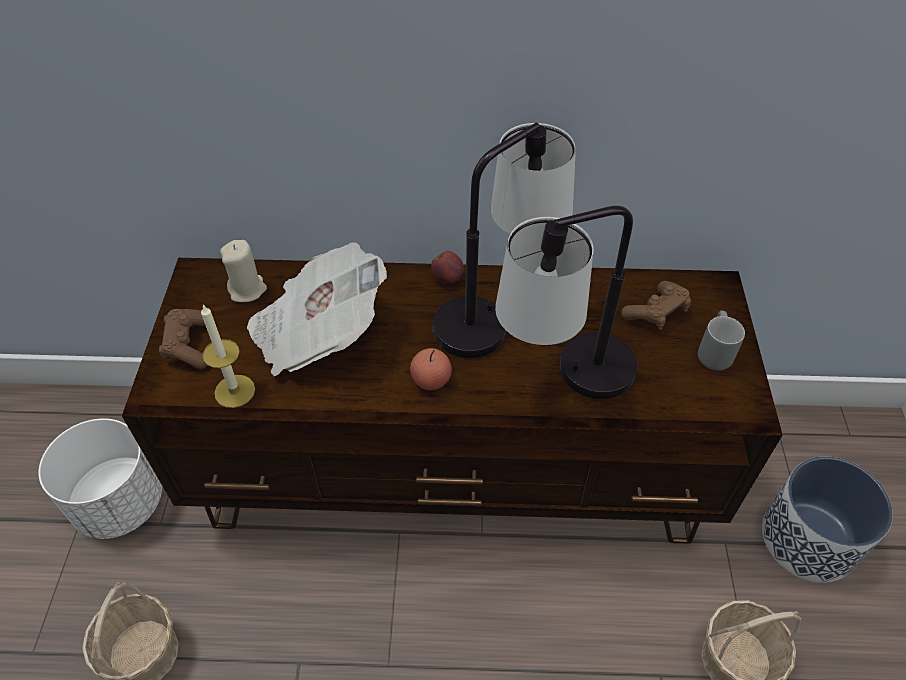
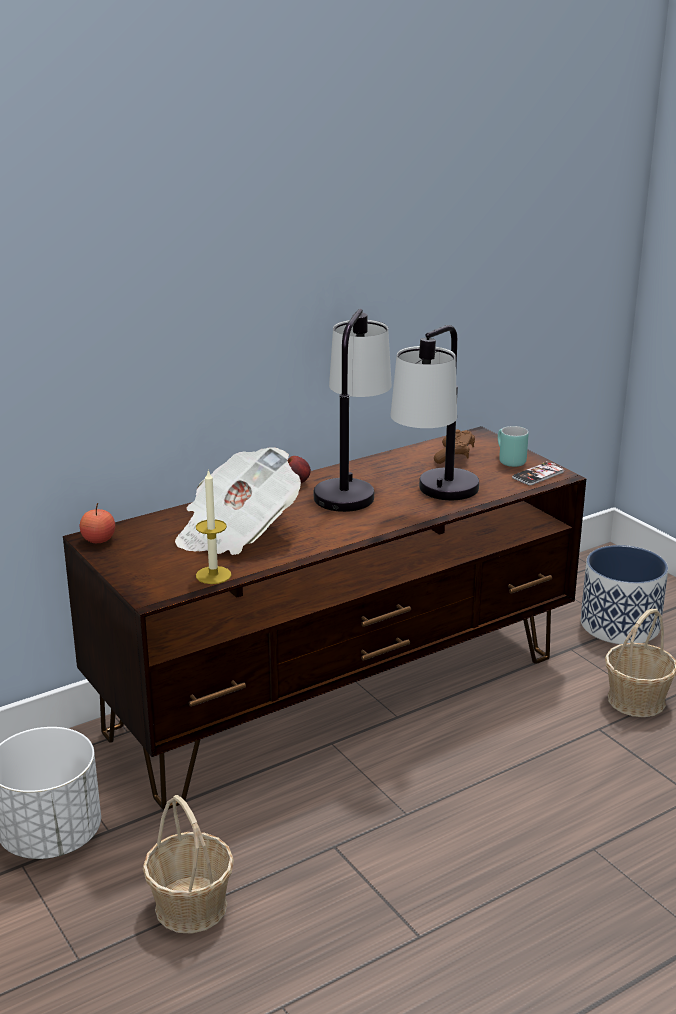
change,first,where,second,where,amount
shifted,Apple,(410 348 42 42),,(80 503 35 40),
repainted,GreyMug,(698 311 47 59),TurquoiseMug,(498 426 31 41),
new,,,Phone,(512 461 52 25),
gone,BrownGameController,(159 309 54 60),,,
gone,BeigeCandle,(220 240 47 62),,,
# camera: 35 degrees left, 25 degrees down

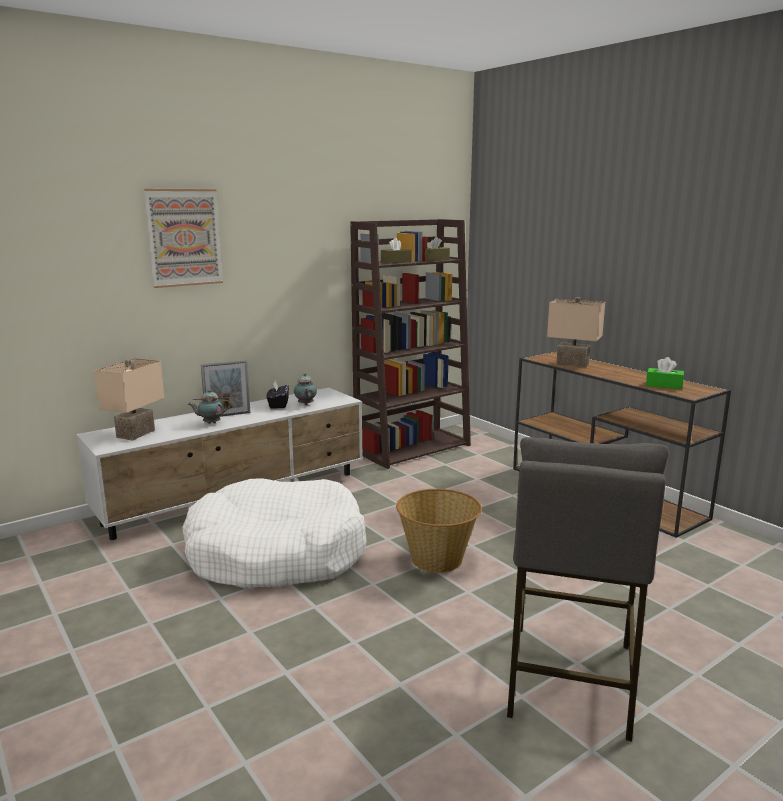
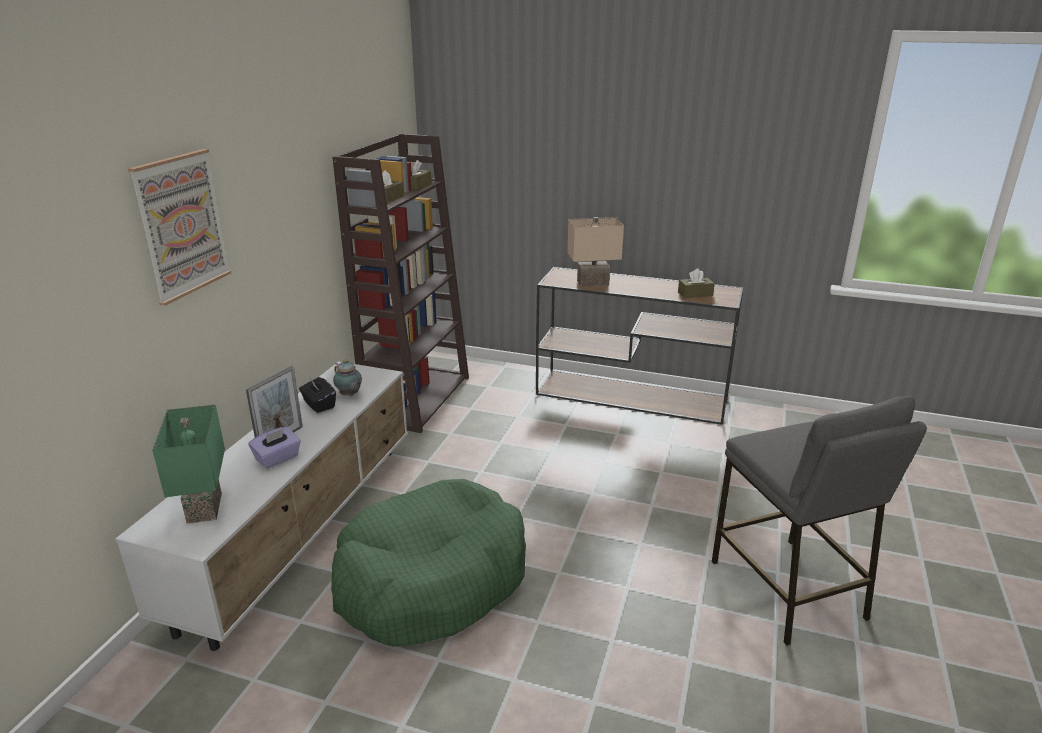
change,first,where,second,where,amount
repainted,BeigeTableLamp,(94 358 70 82),GreenTableLamp,(152 405 73 119),
swapped,Teapot,(188 389 43 35),PurpleTissueBox,(248 427 53 41),
repainted,WhiteDogBed,(182 478 185 111),GreenDogBed,(331 479 195 168),
repainted,GreenTissueBox,(646 357 38 32),BrownTissueBox,(678 268 37 30),
gone,Basket,(396 489 86 84),,,
# camera: 35 degrees left, 10 degrees up

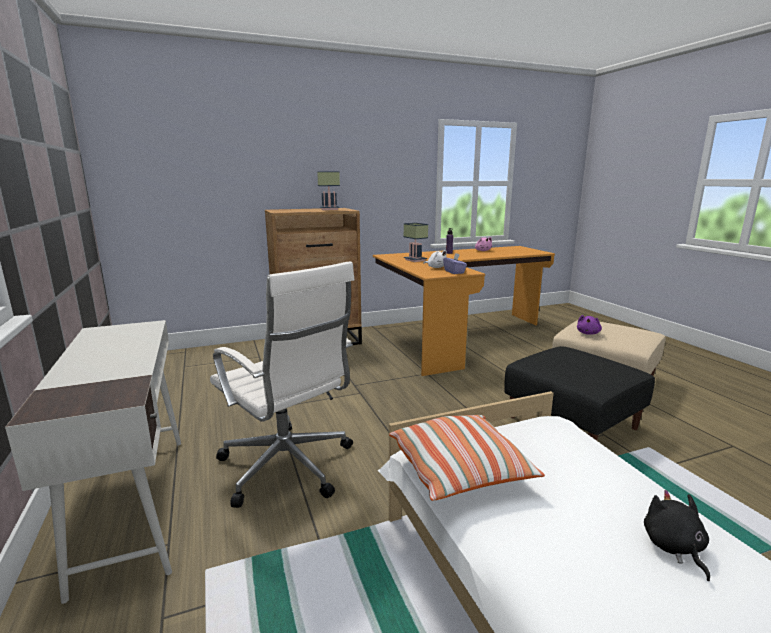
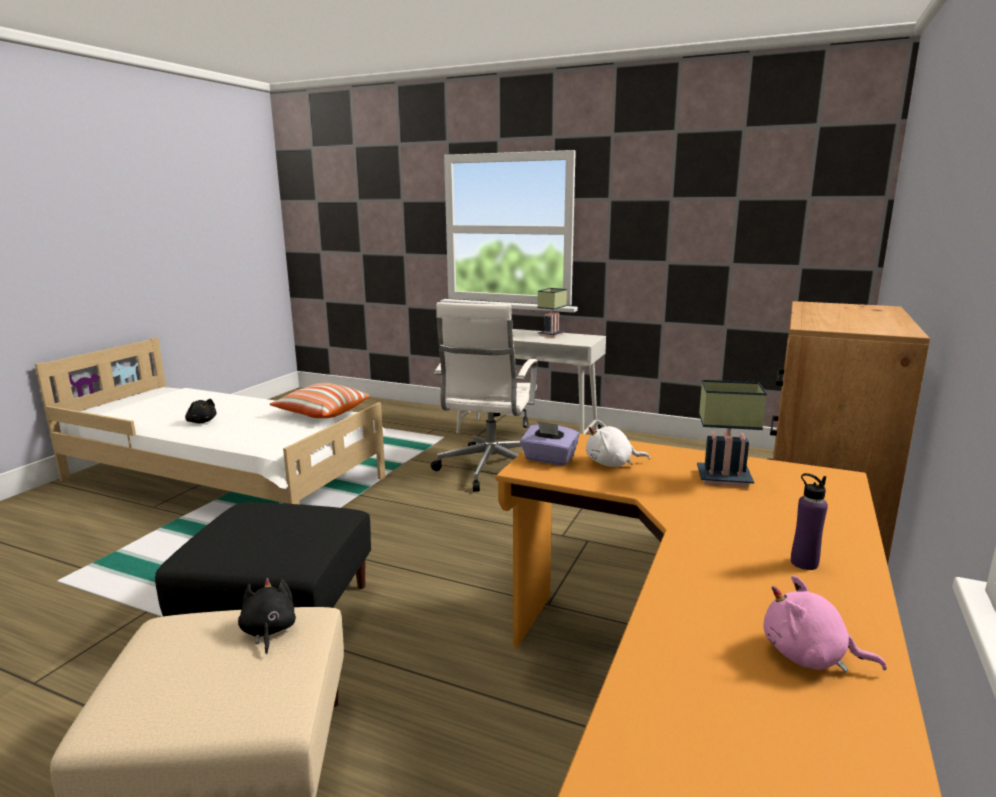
change,first,where,second,where,amount
repainted,PurplePlushToy,(577 315 25 20),BlackPlushToy,(238 578 58 76),
rotated,WhiteOfficeChair,(210 261 145 247),,(431 302 107 190),75 degrees counterclockwise
shifted,TableLamp,(317 171 23 39),,(538 288 29 50),
# camera: 135 degrees right, 0 degrees up

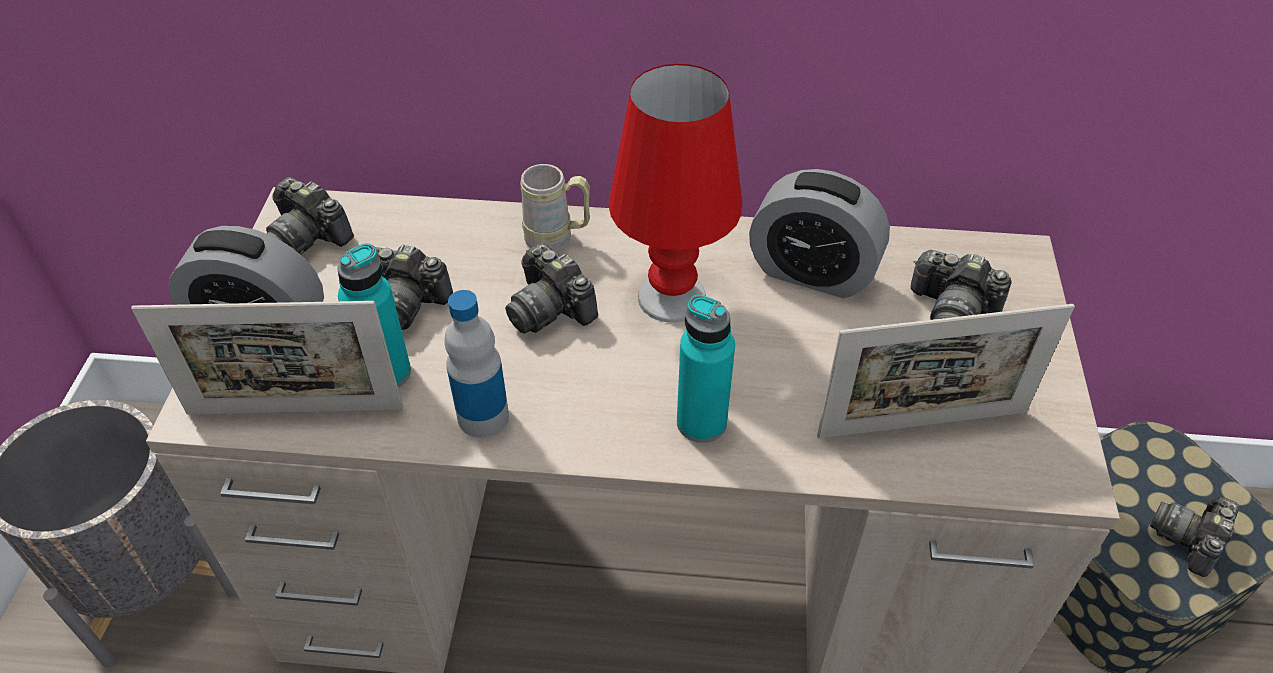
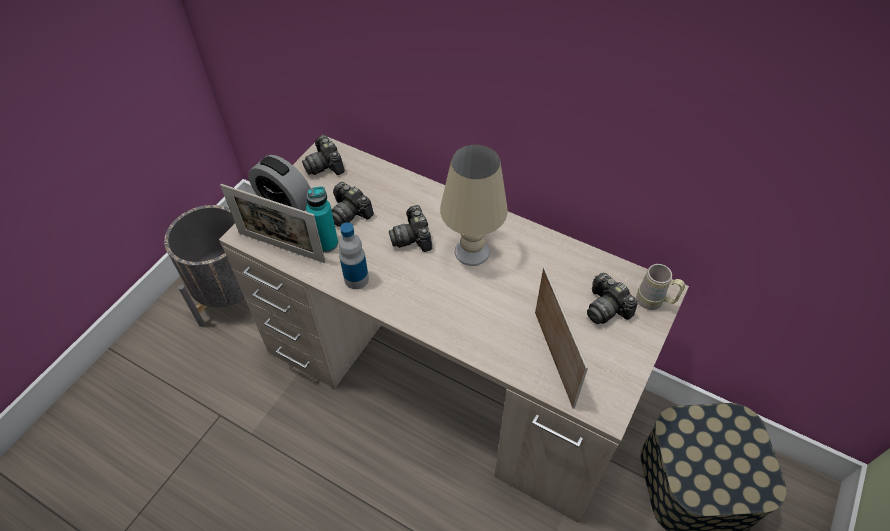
change,first,where,second,where,amount
repainted,RedTableLamp,(608 64 134 259),BeigeTableLamp,(440 145 68 121),
rotated,PictureFrame,(817 304 258 134),,(535 267 53 142),120 degrees counterclockwise
shifted,BeigeMug,(521 164 69 87),,(636 264 49 46),
gone,TurquoiseBottle,(677 295 58 148),,,
gone,AlarmClock,(749 169 141 129),,,
gone,PhotoCamera,(1150 497 89 80),,,
# camera: 25 degrees right, 5 degrees up

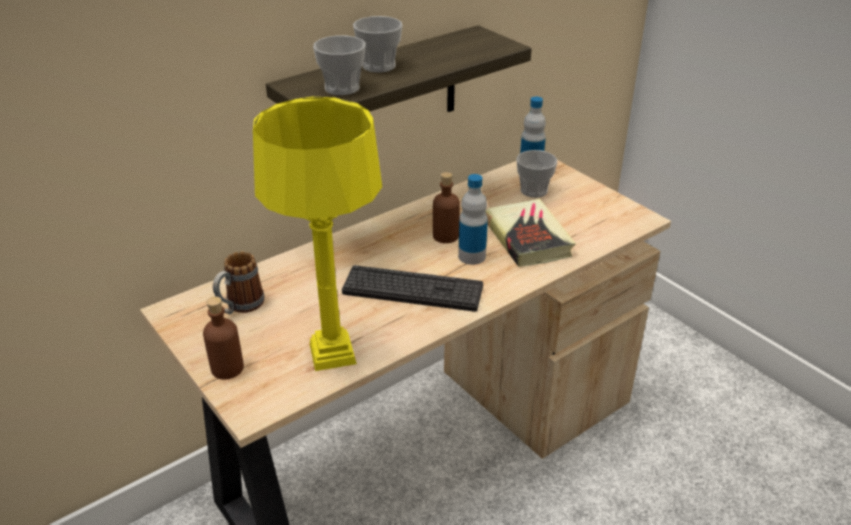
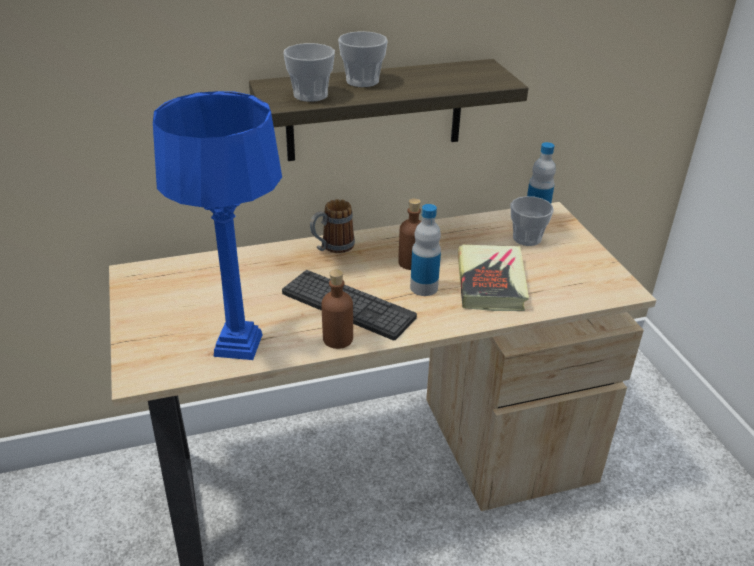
change,first,where,second,where,amount
repainted,YellowTableLamp,(253 97 129 274),BlueTableLamp,(153 91 129 269),
shifted,Mug,(213 251 52 64),,(310 199 45 54),
shifted,BrownBottle,(203 296 41 83),,(322 269 31 80),
# camera: 20 degrees right, 0 degrees up

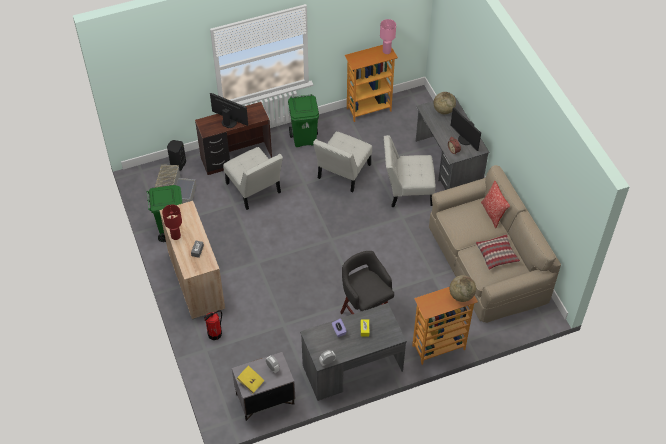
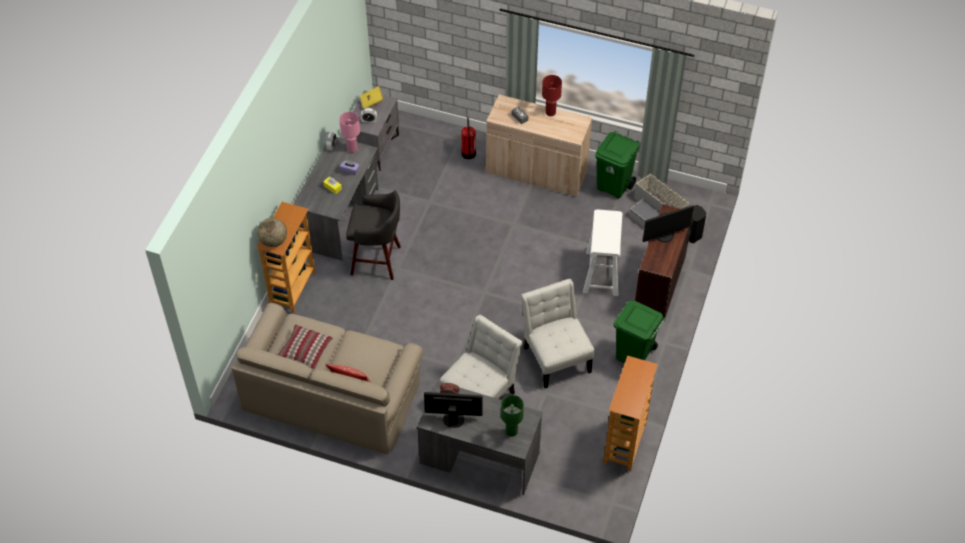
change,first,where,second,where,amount
shifted,PinkTableLamp,(380 19 16 35),,(339 112 21 41),
swapped,Globe,(434 92 22 22),GreenTableLamp,(501 395 23 42),
swapped,WhiteChair,(223 147 60 63),WhiteStool,(583 209 39 87),
# camera: 130 degrees right, 0 degrees up

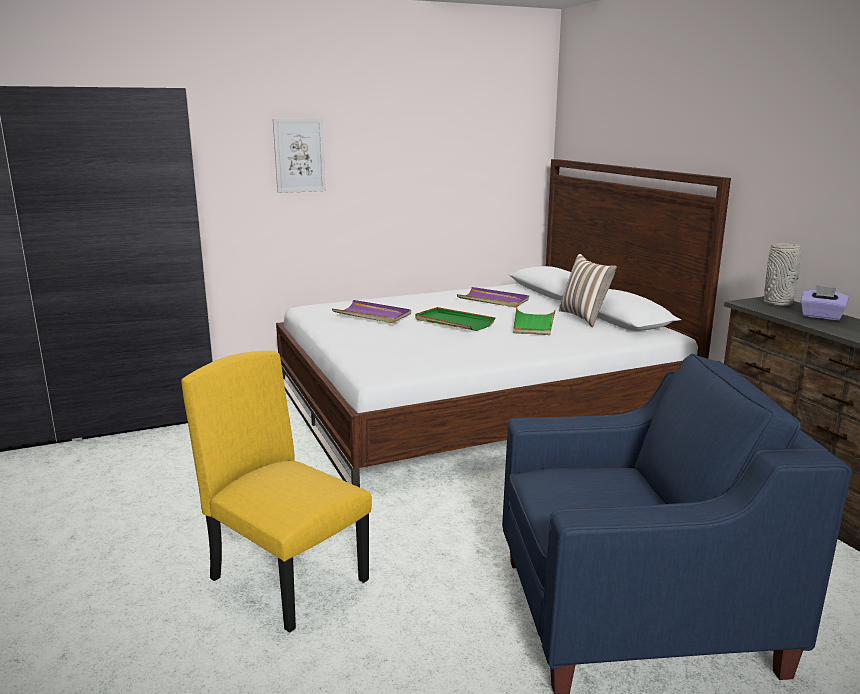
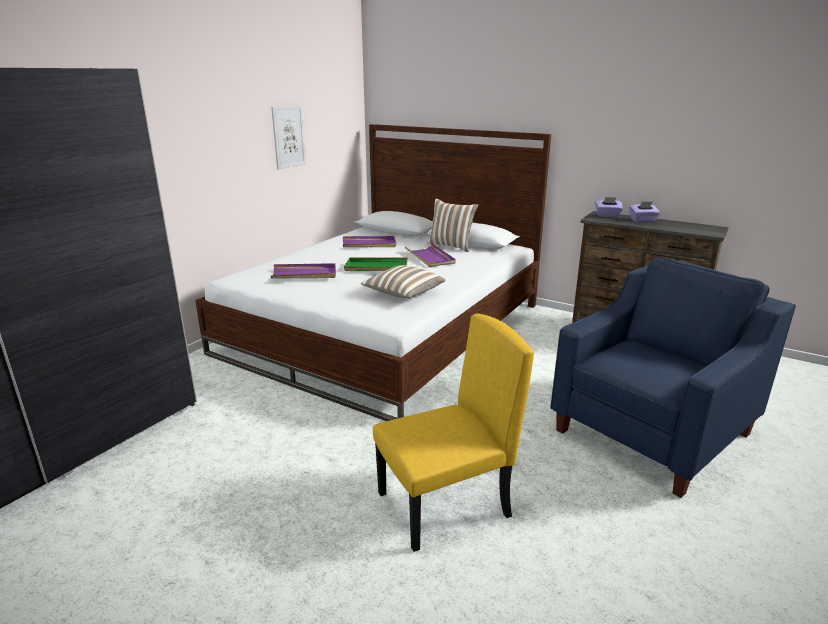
change,first,where,second,where,amount
shifted,Picture,(273 118 53 75),,(271 105 35 64),
new,,,Pillow,(361 265 85 33),
rotated,YellowChair,(181 351 191 282),,(373 314 161 238),150 degrees clockwise
repainted,GreenTray,(513 307 43 28),PurpleTray,(405 243 51 24),
swapped,GreyVase,(764 243 37 63),PurpleTissueBox,(596 197 27 20),
# camera: 35 degrees left, 5 degrees up

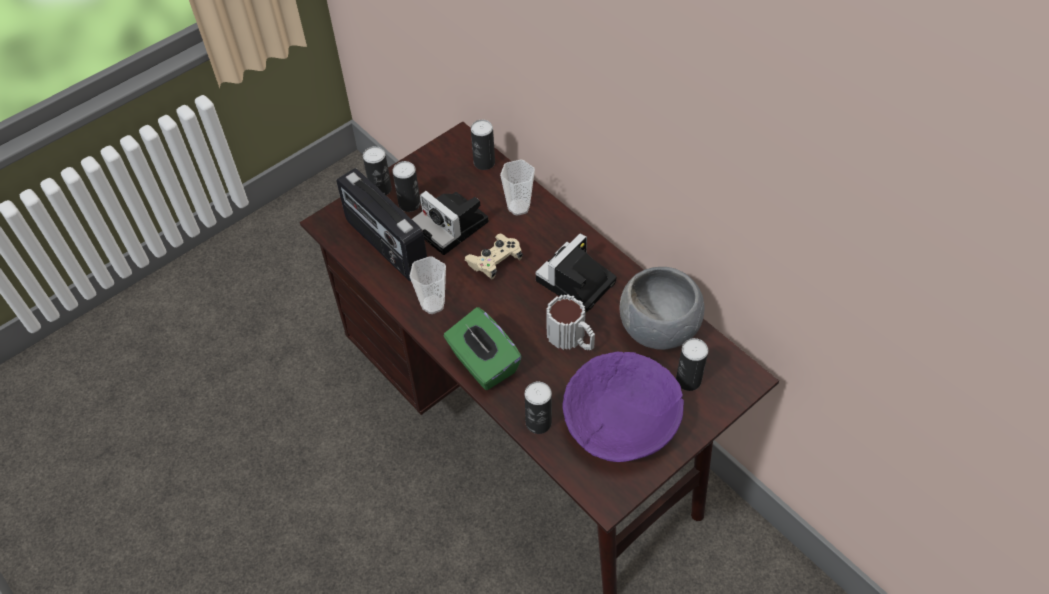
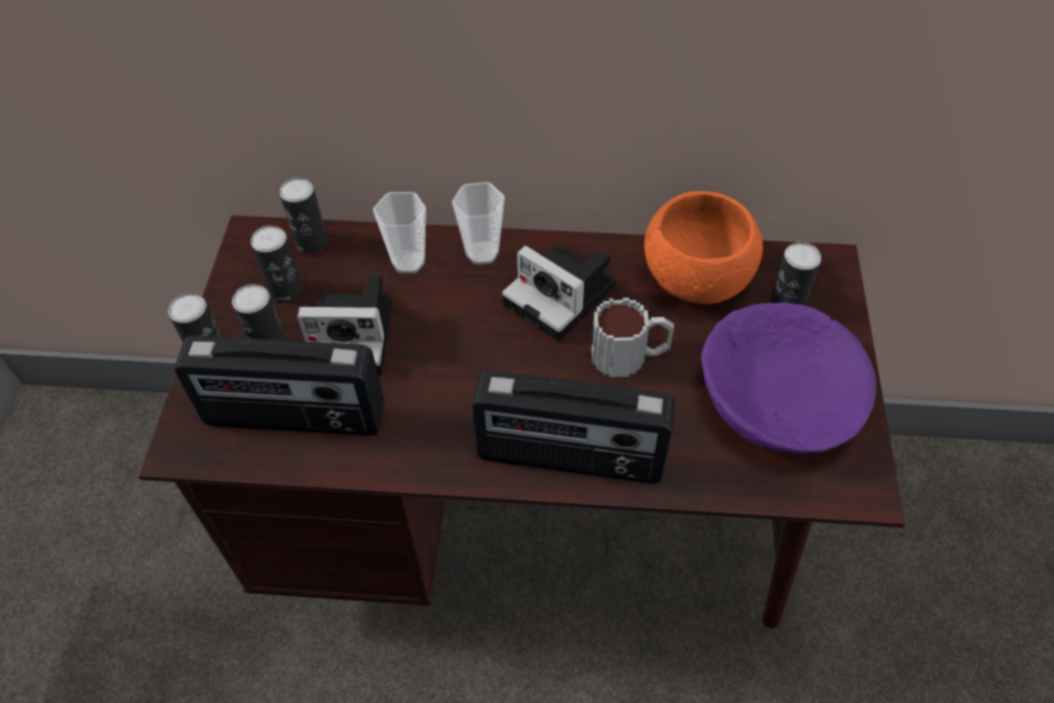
change,first,where,second,where,amount
shifted,Can,(524 381 28 53),,(251 225 51 77),
shifted,Cup,(409 256 37 58),,(452 182 53 83),
swapped,GreenTissueBox,(444 307 78 83),Radio,(472 370 203 114),
rotated,PhotoCamera,(535 233 82 80),,(502 246 114 96),45 degrees counterclockwise
repainted,GreyBowl,(619 267 86 83),OrangeBowl,(644 191 119 113),
gone,BeigeGameController,(464 234 59 46),,,
# camera: 45 degrees left, 0 degrees up

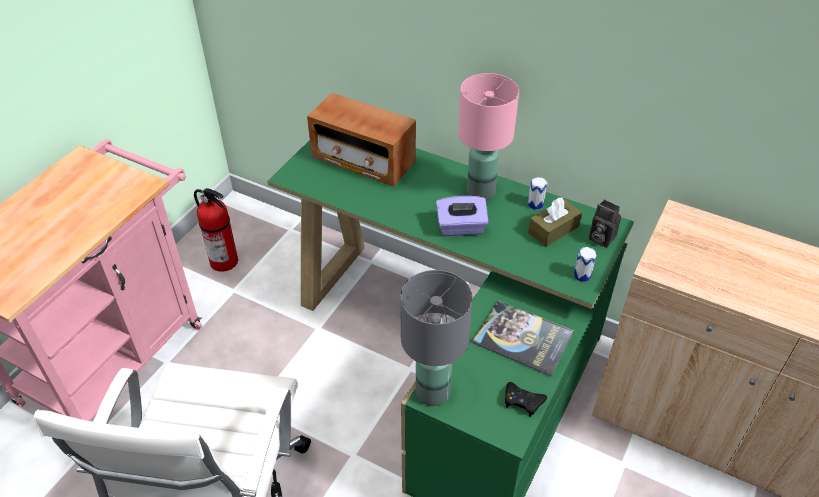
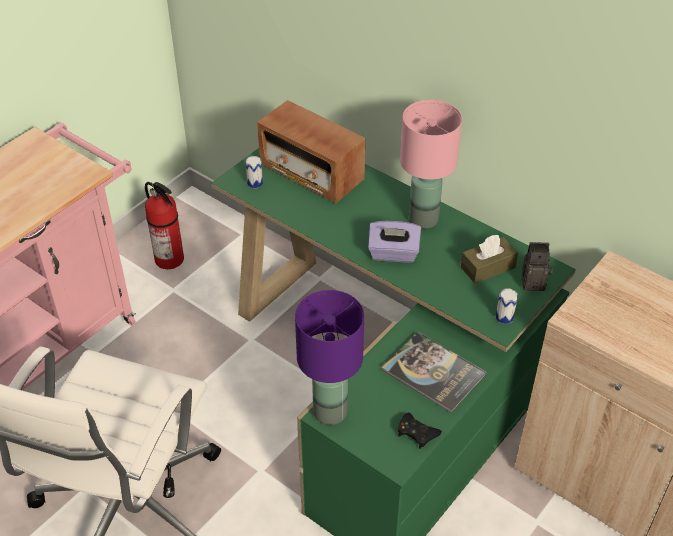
change,first,where,second,where,amount
shifted,Can,(528 177 19 33),,(246 156 17 32),
repainted,GreyTableLamp,(400 270 73 136),PurpleTableLamp,(295 290 69 135),
rotated,PhotoCamera,(589 199 32 49),,(522 242 31 49),135 degrees clockwise
# camera: 10 degrees right, 0 degrees up

